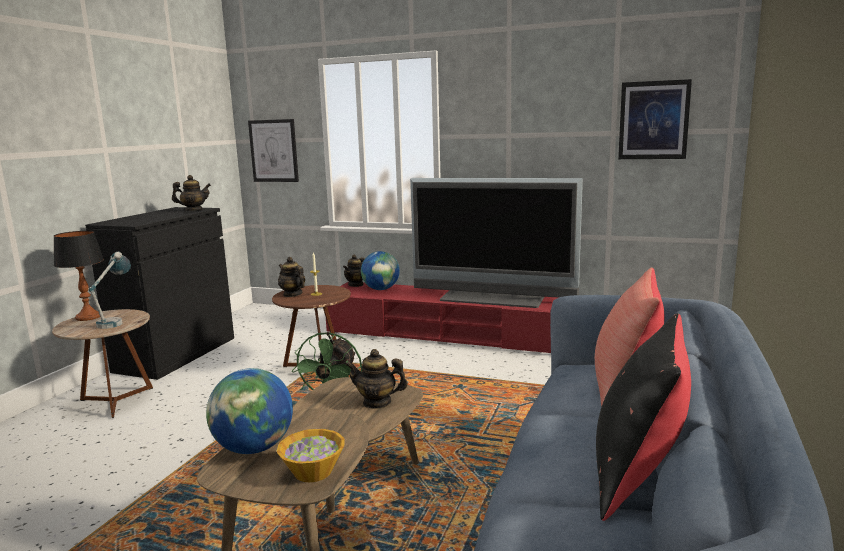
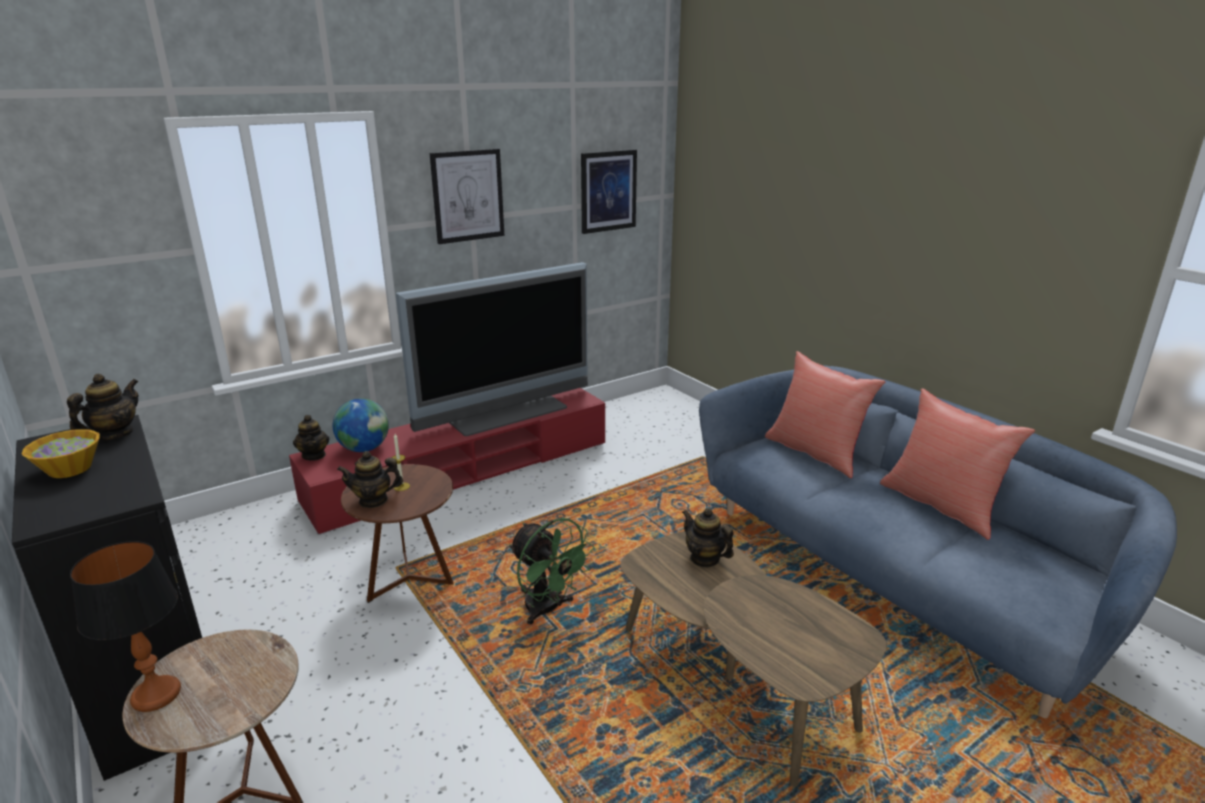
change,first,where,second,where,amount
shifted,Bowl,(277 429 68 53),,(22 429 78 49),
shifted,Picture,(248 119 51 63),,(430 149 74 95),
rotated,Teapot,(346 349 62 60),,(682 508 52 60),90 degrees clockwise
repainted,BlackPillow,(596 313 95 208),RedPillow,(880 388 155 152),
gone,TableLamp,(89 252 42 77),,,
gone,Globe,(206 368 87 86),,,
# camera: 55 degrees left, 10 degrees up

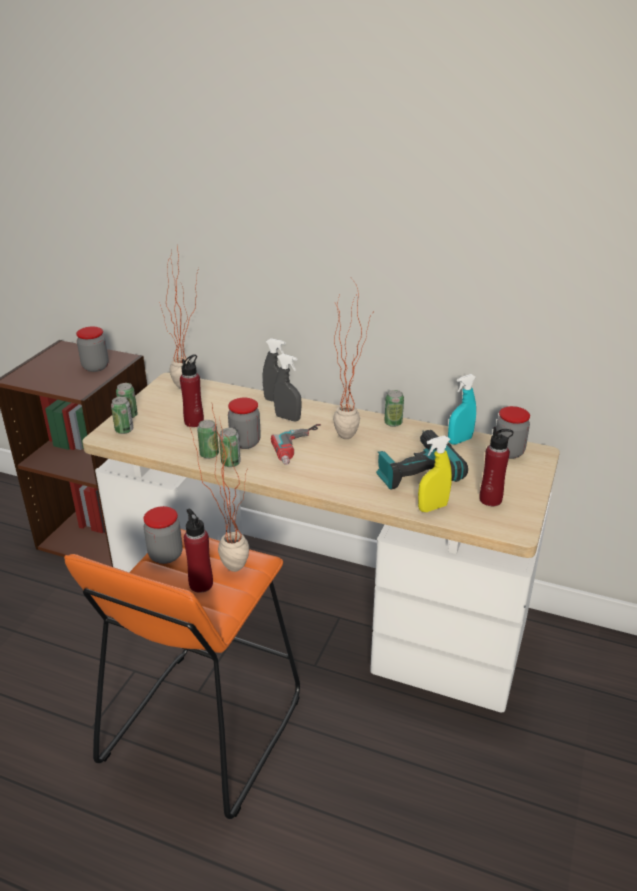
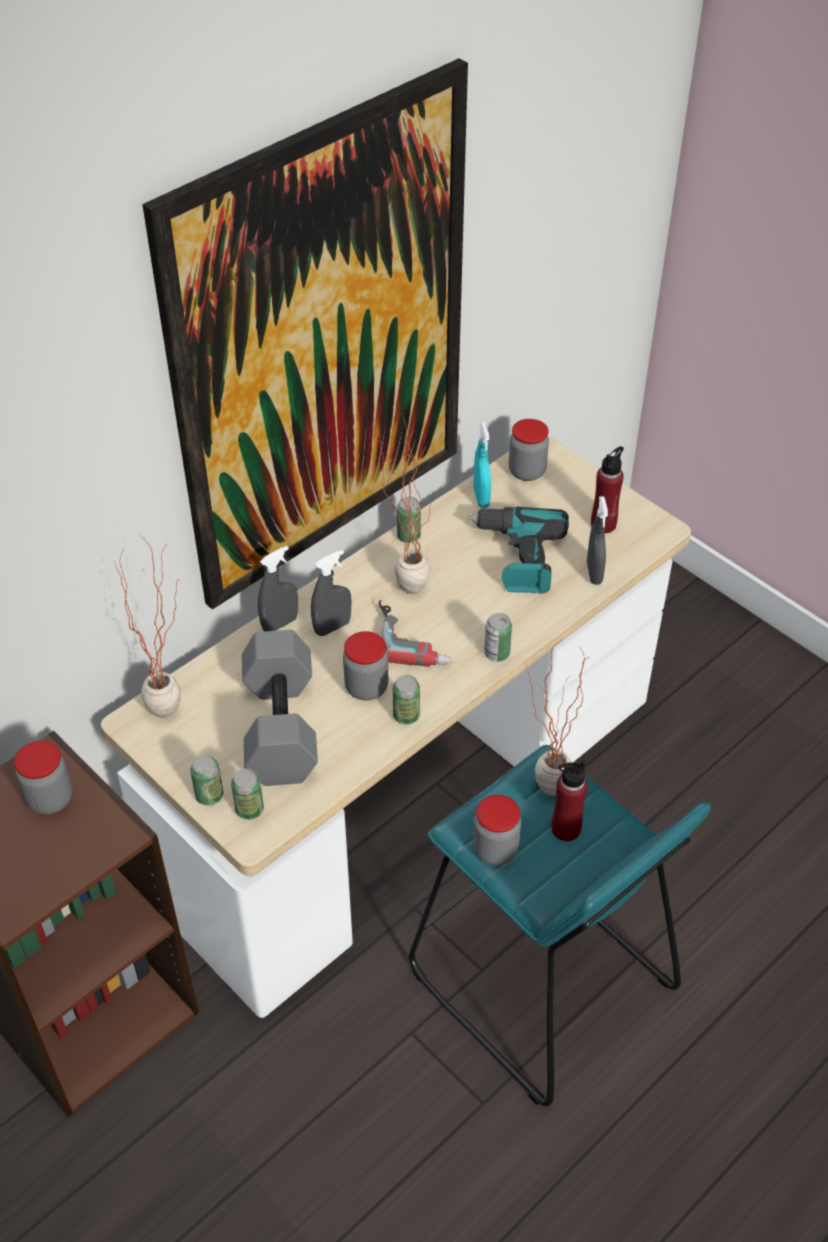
change,first,where,second,where,amount
new,,,Picture,(142 58 326 552),
swapped,RedBottle,(180 354 24 73),GreyDumbbell,(242 630 76 156),
repainted,OrangeStool,(64 529 236 290),TurquoiseStool,(409 745 302 361),
shifted,Can,(197 420 22 39),,(484 613 28 49),
repainted,YellowSprayBottle,(418 435 34 77),GreySprayBottle,(587 496 21 89),
# camera: 65 degrees left, 15 degrees up

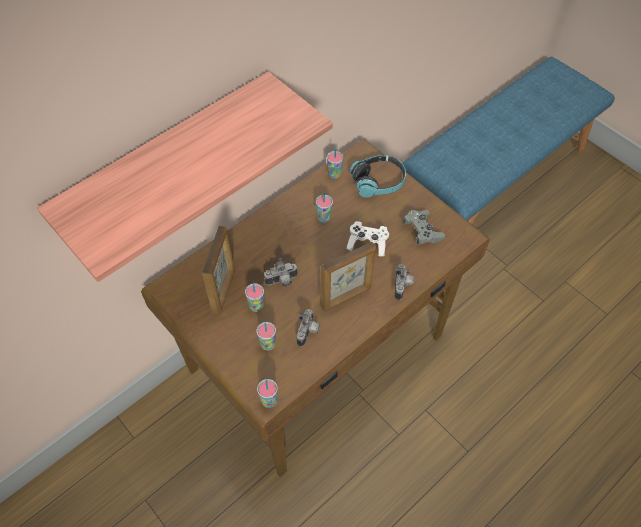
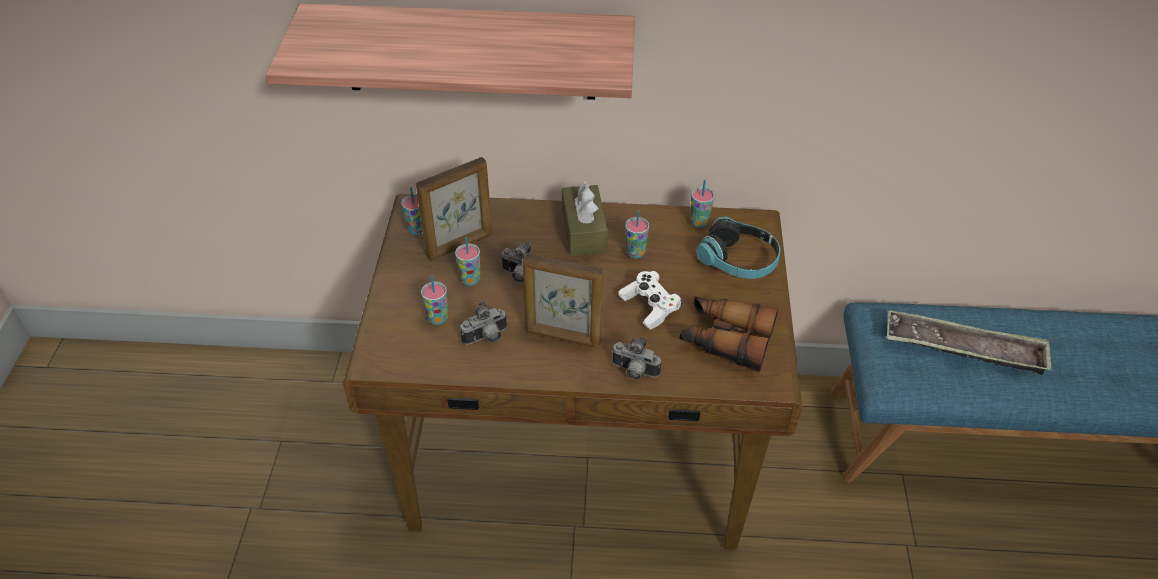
change,first,where,second,where,amount
shifted,Cup,(257 379 21 29),,(401 187 22 48),
new,,,BrownTissueBox,(562 181 46 75),
rotated,PhotoCamera,(395 264 19 36),,(612 336 49 44),60 degrees clockwise
swapped,GreyGameController,(403 210 42 36),Binoculars,(680 296 98 76),
new,,,Tray,(887 310 165 65),
# camera: 45 degrees right, 10 degrees down

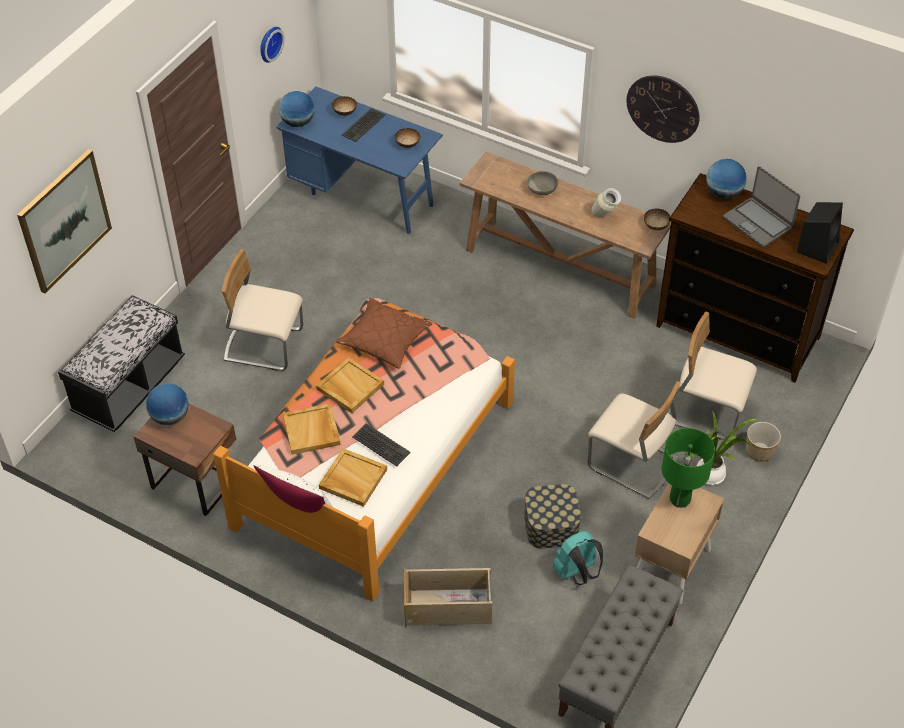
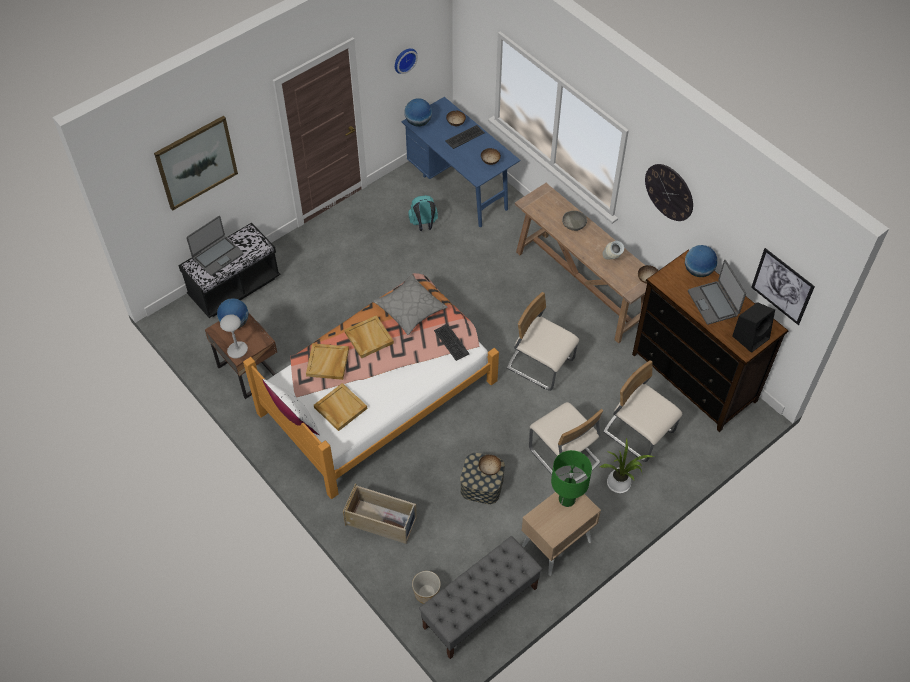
change,first,where,second,where,amount
new,,,Laptop,(186 216 58 60),
new,,,GreyTableLamp,(220 314 28 45),
repainted,BrownPillow,(336 298 97 71),GreyPillow,(373 274 74 61),
shifted,TurquoiseBackpack,(553 531 50 54),,(408 195 30 36),
shifted,Planter,(746 422 35 40),,(412 571 29 33),
shifted,Keyboard,(352 423 59 43),,(434 324 35 37),
new,,,Bowl,(479 455 22 20),
shifted,BeigeChair,(222 249 81 122),,(507 292 72 99),
new,,,Picture,(751 248 64 77),
# camera: 20 degrees right, 5 degrees up

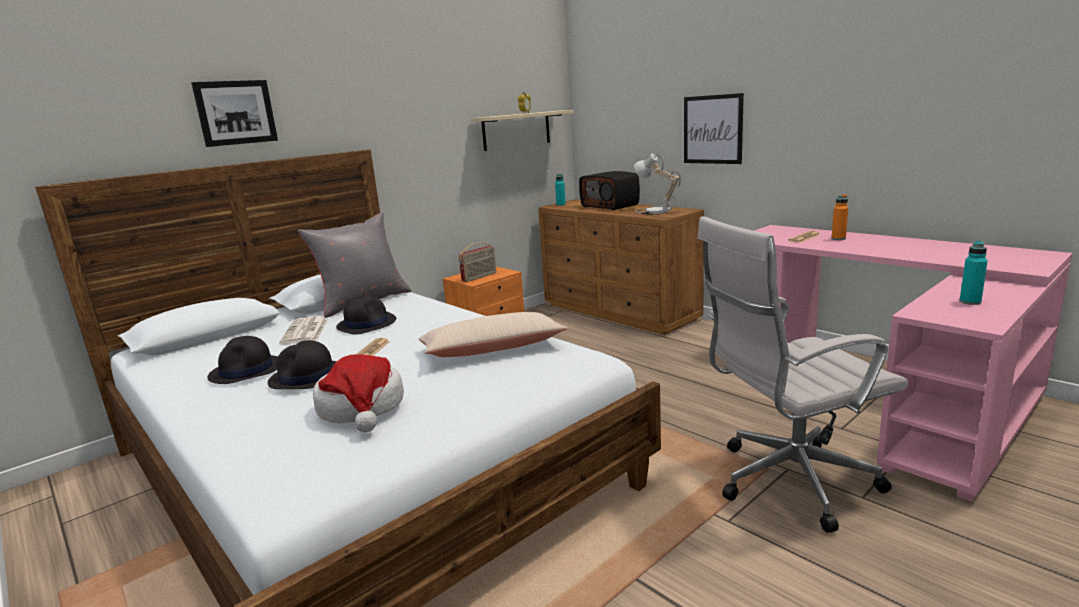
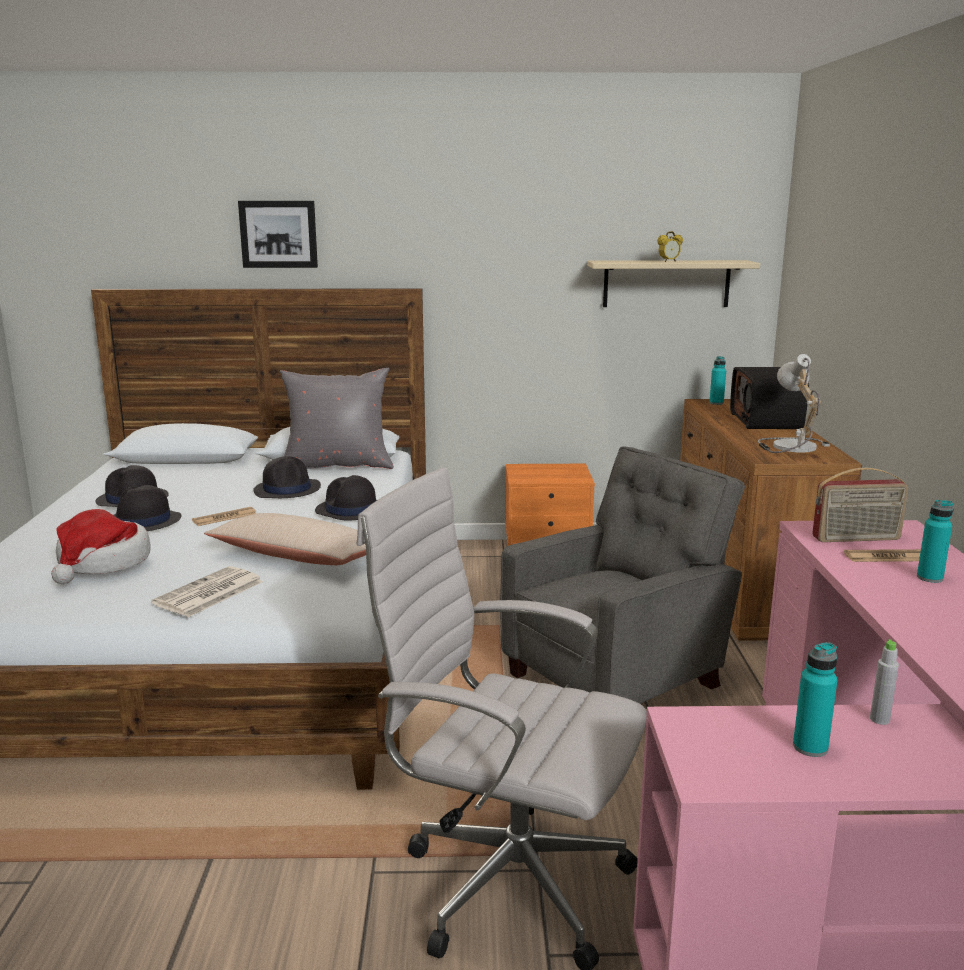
change,first,where,second,where,amount
shifted,Newspaper,(280 316 48 28),,(151 566 112 51),
new,,,BlackHat,(315 475 62 45),
new,,,GreyArmchair,(500 446 245 258),
shifted,Radio,(459 242 37 40),,(812 468 96 74),
new,,,GreyBottle,(870 639 29 86),
repainted,OrangeBottle,(832 194 16 46),TurquoiseBottle,(917 500 37 83),
gone,Picture,(684 93 60 71),,,
# camera: 40 degrees right, 0 degrees up

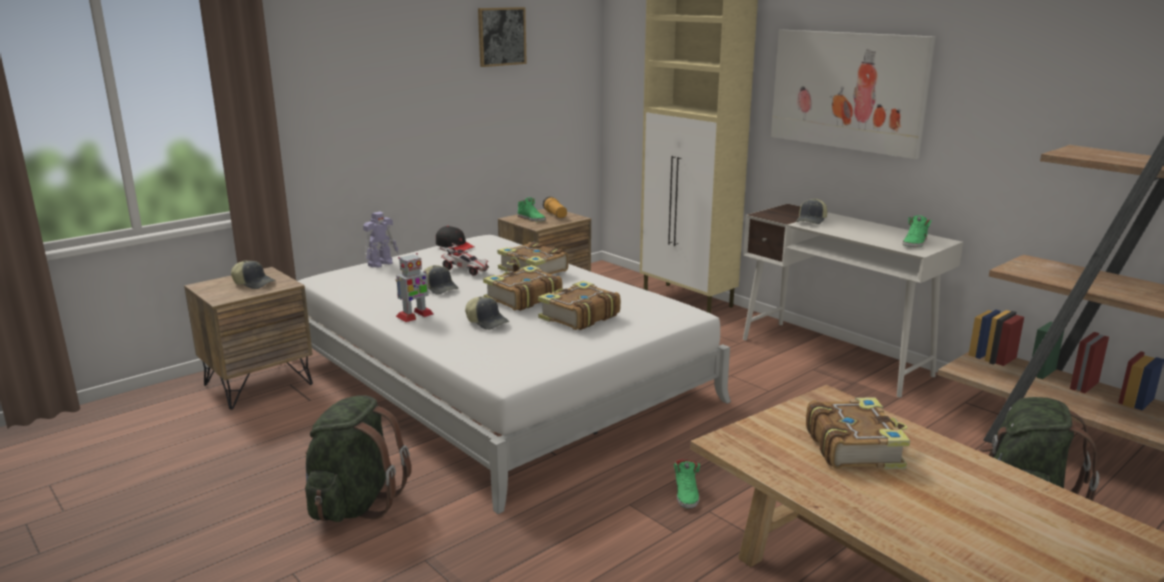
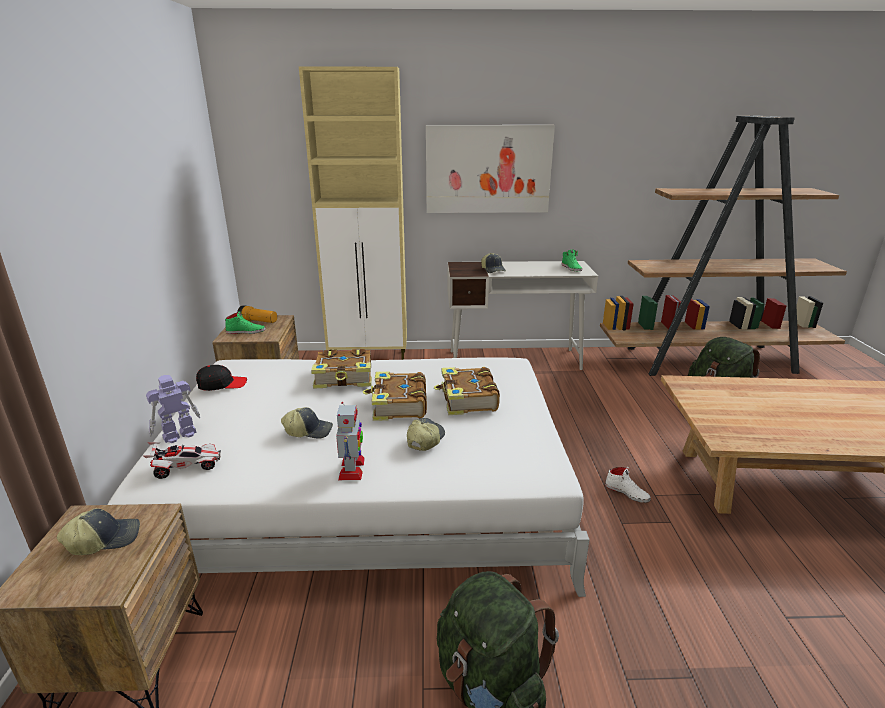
change,first,where,second,where,amount
shifted,ToyCar,(440 243 49 33),,(143 442 78 37),
rotated,ToyRobot,(363 212 35 56),,(146 375 55 68),120 degrees counterclockwise
rotated,Cap,(465 296 44 34),,(407 418 38 33),60 degrees counterclockwise
repainted,GreenShoe,(674 459 26 50),WhiteShoe,(605 467 46 36),
gone,Picture,(478 7 49 60),,,
gone,Book,(806 397 104 72),,,
# camera: 50 degrees left, 5 degrees up

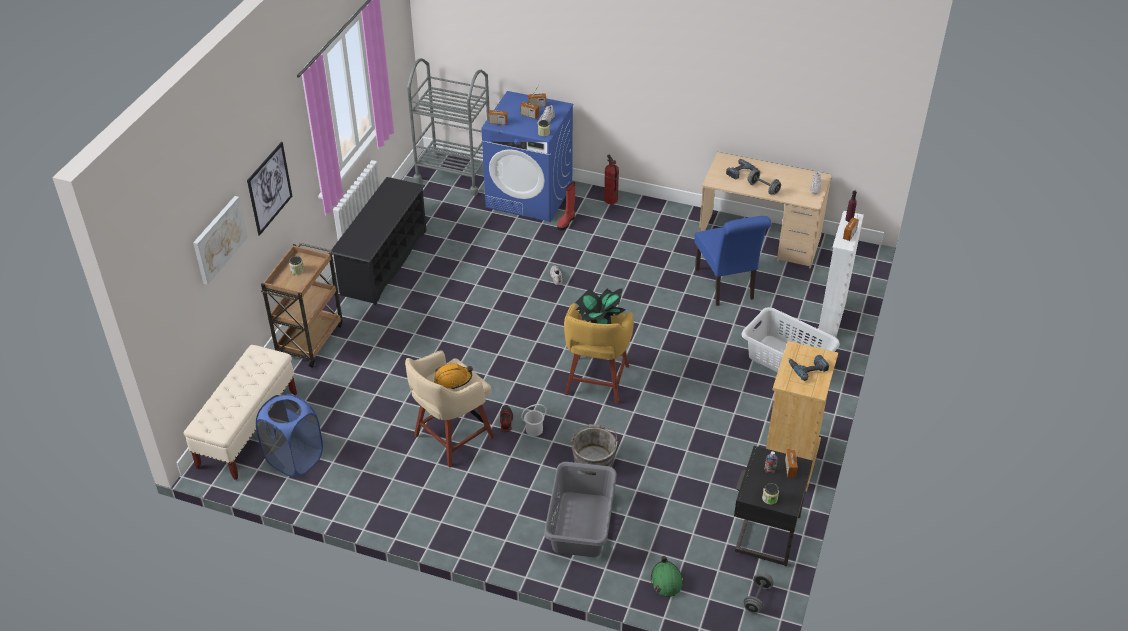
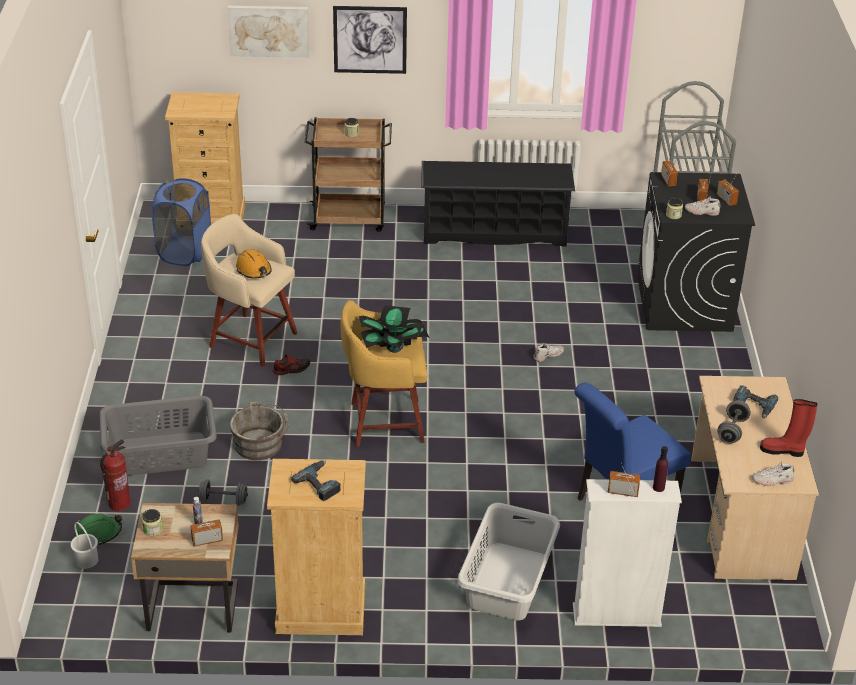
change,first,where,second,where,amount
shifted,WhiteBucket,(521 404 26 32),,(71 522 27 47),
shifted,FireExtinguisher,(604 155 15 49),,(100 439 31 72),
repainted,BlackNightstand,(734 446 78 120),BeigeNightstand,(131 503 108 130),
swapped,BeigeBench,(184 345 113 135),BeigeDresser,(165 92 80 133),
shifted,GreyDumbbell,(744 572 29 42),,(198 479 50 27),
repainted,BlueWashingMachine,(481 91 93 131),BlackWashingMachine,(637 172 118 160),
shifted,RedBoot,(557 182 18 49),,(760 399 57 58),
# camera: 70 degrees right, 5 degrees down

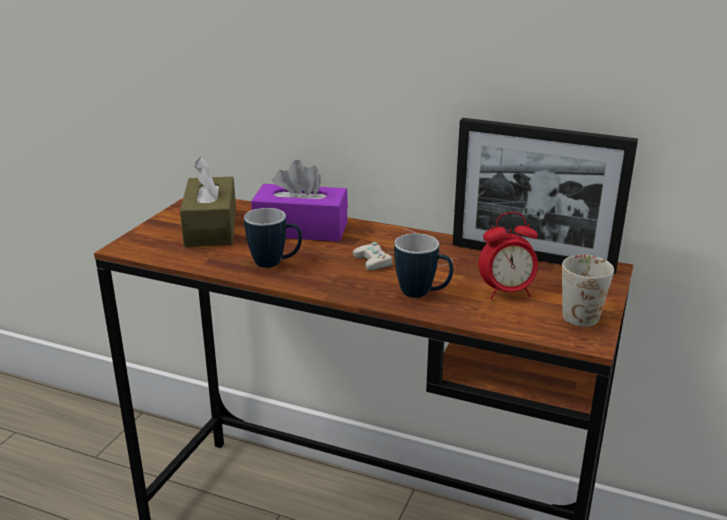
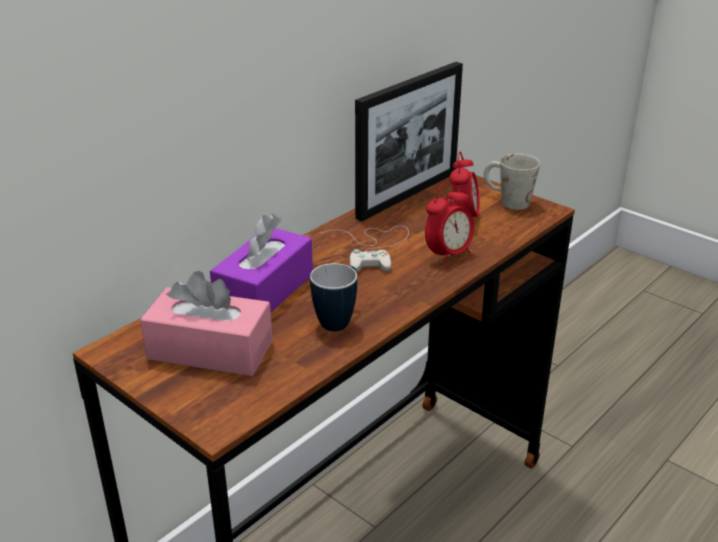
change,first,where,second,where,amount
repainted,BrownTissueBox,(180 157 56 90),PinkTissueBox,(140 271 132 105),
swapped,Mug,(394 233 60 65),AlarmClock,(425 181 49 84),
# camera: 70 degrees left, 5 degrees up

